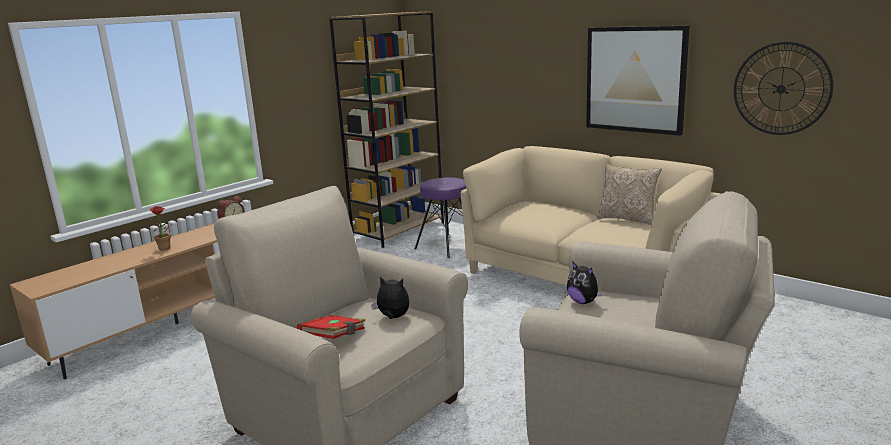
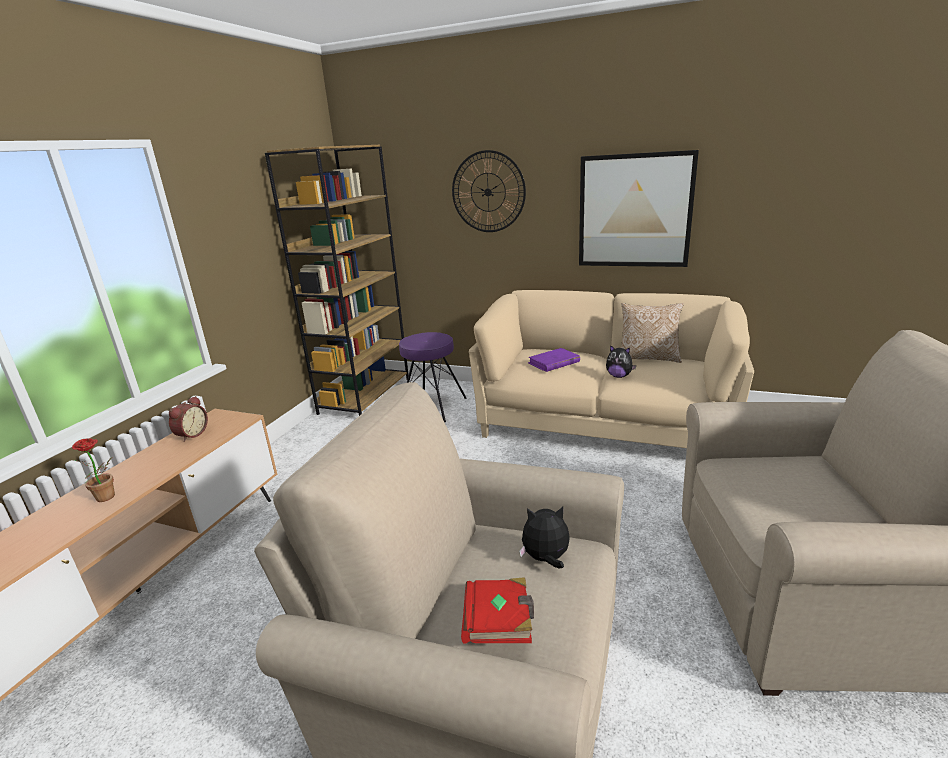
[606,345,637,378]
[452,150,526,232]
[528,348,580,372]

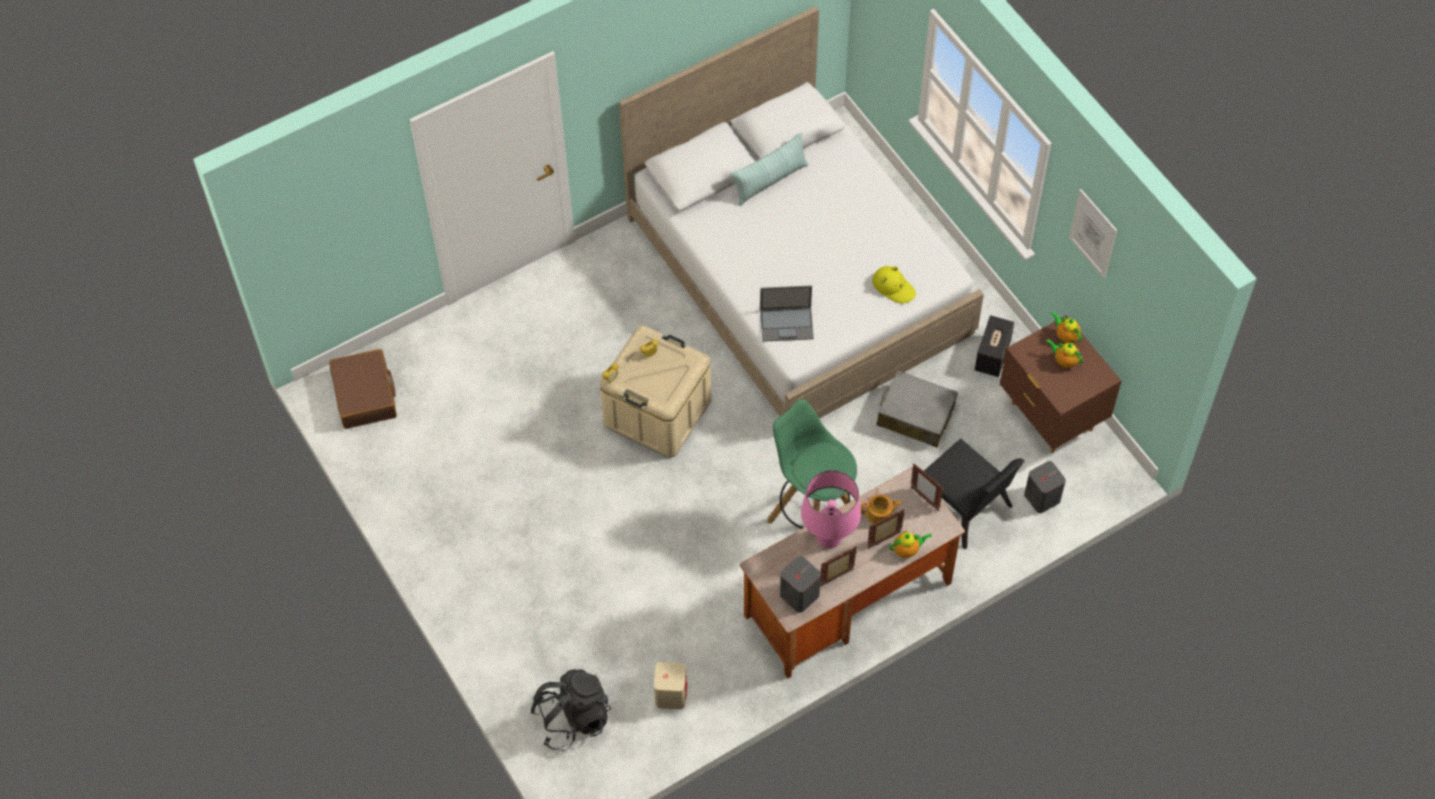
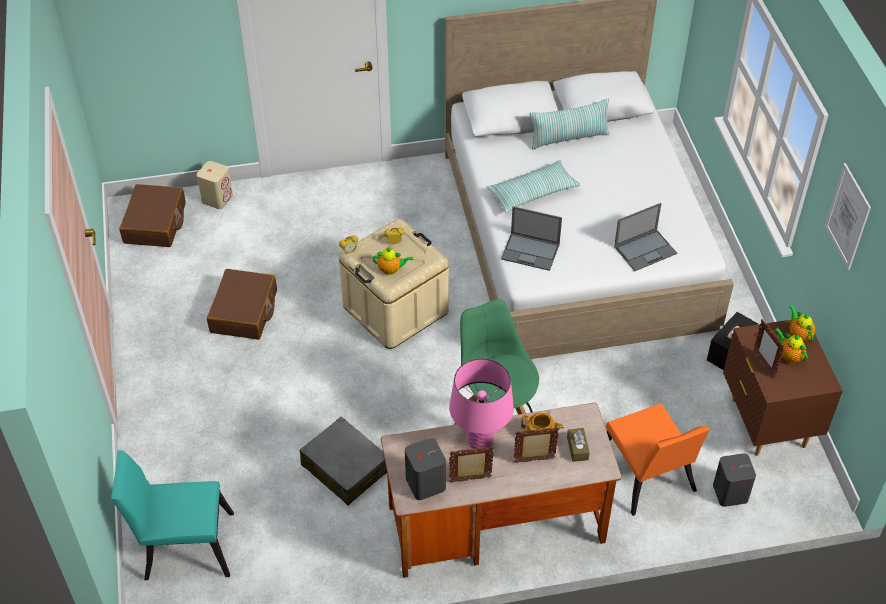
[111,450,234,580]
[197,161,233,209]
[614,203,677,271]
[300,416,387,506]
[373,247,413,275]
[754,319,785,378]
[606,403,710,516]
[207,269,277,340]
[487,160,580,213]
[567,428,590,462]

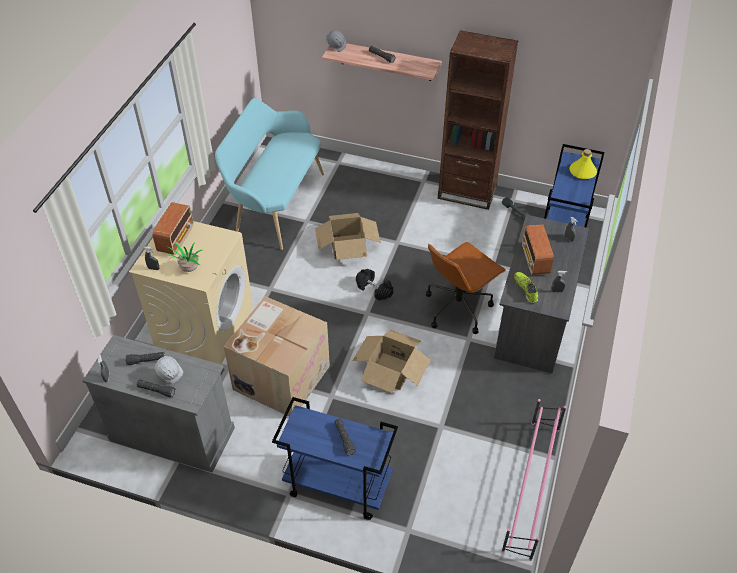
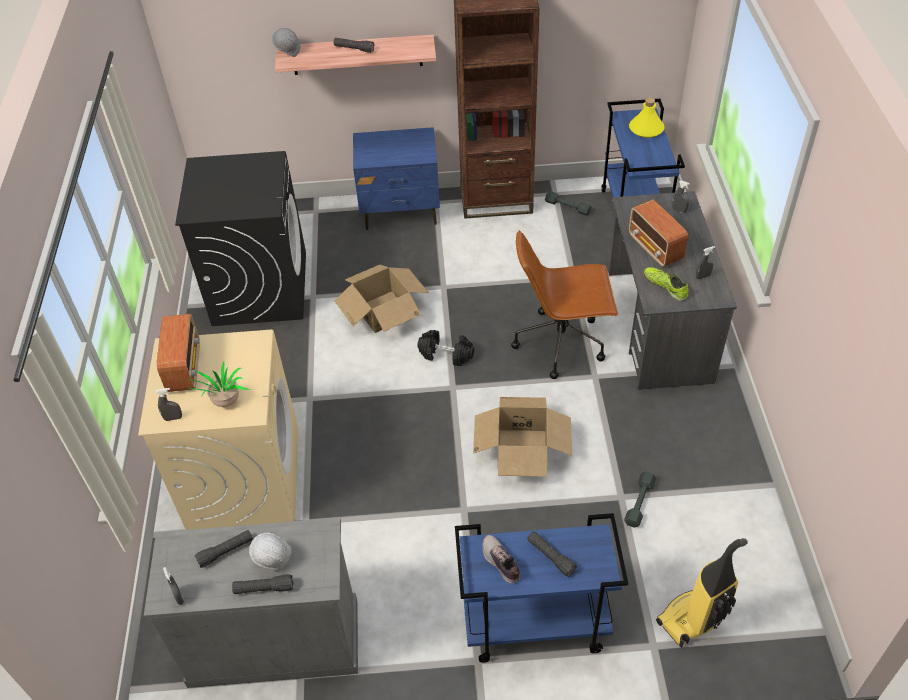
[175,151,306,326]
[224,296,330,417] (first image)
[511,230,618,379]
[501,399,566,561] (first image)
[353,127,440,230]
[482,535,521,583]
[624,471,656,527]
[656,538,748,648]

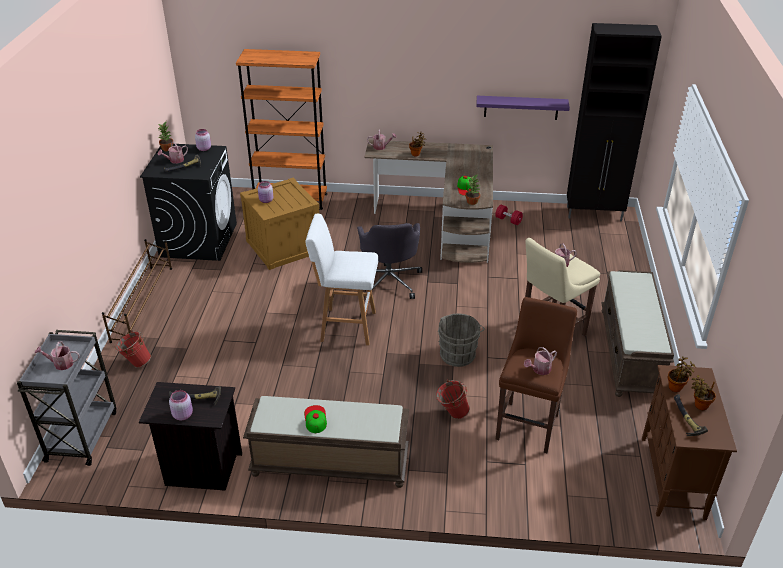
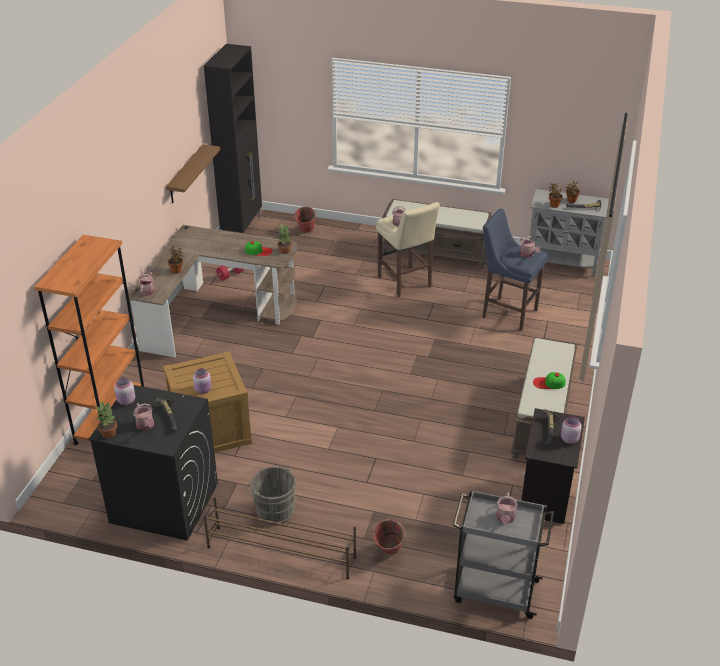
[305,214,378,346] (first image)
[357,223,422,299] (first image)
[294,206,316,233]
[245,466,297,525]
[166,144,220,203]
[482,208,548,331]
[529,189,609,278]

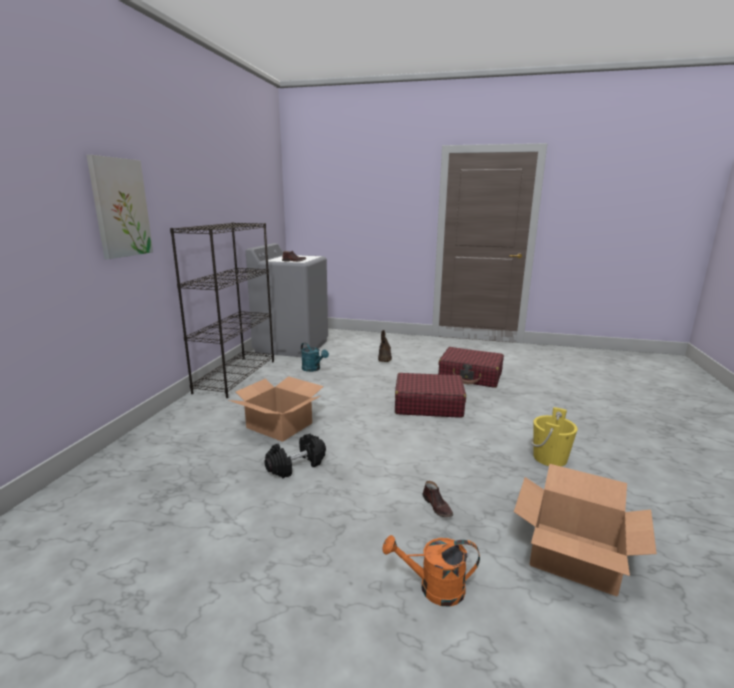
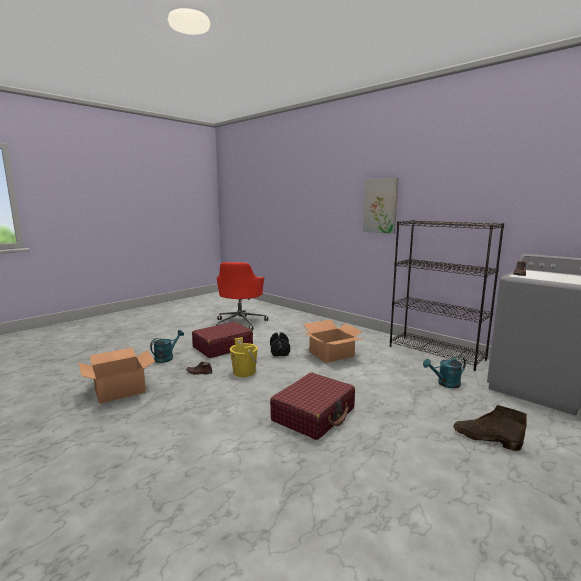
[150,330,184,363]
[192,322,253,358]
[230,337,258,377]
[216,262,268,331]

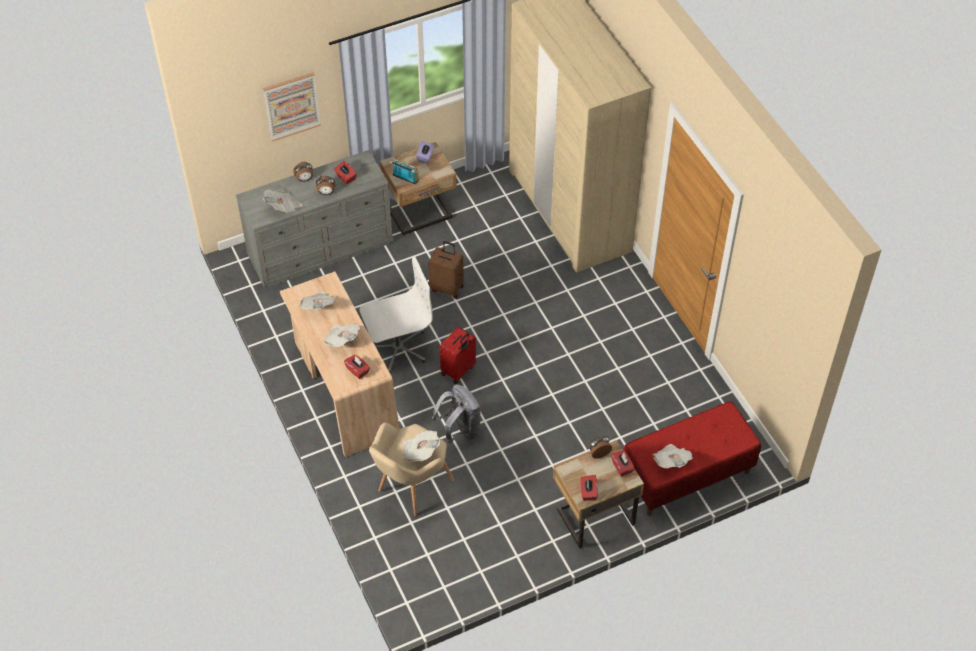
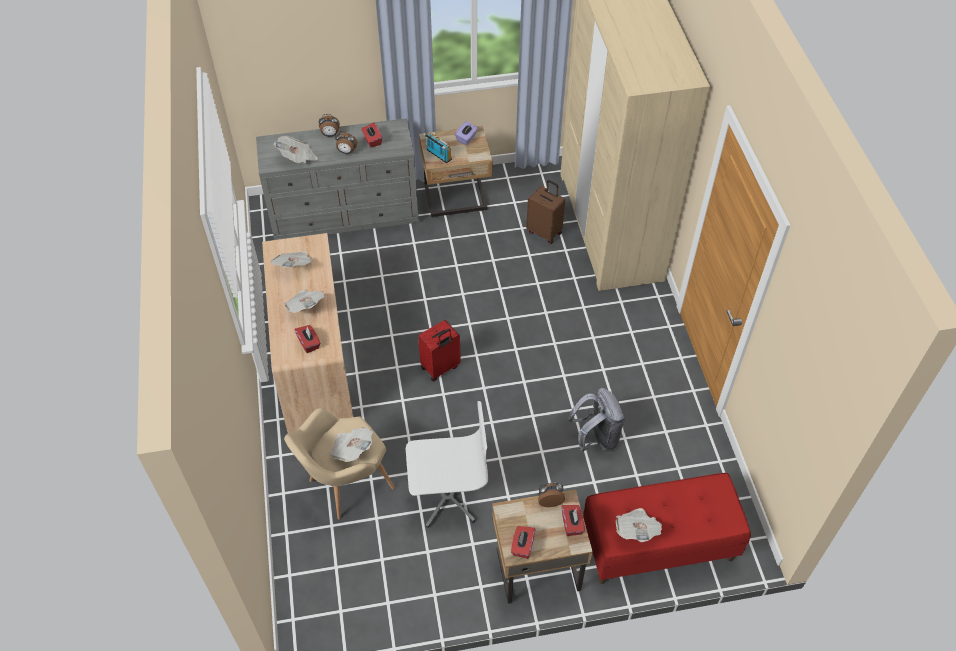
[263,72,321,141] (first image)
[406,401,488,528]
[526,180,565,244]
[568,388,625,452]

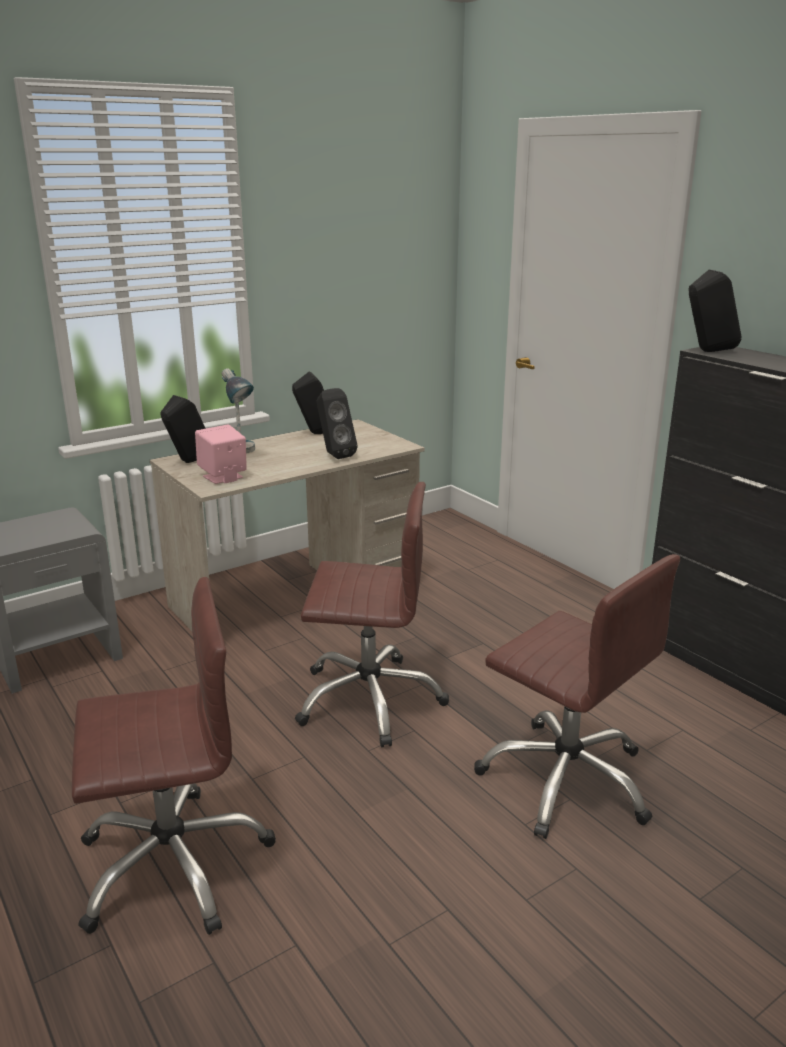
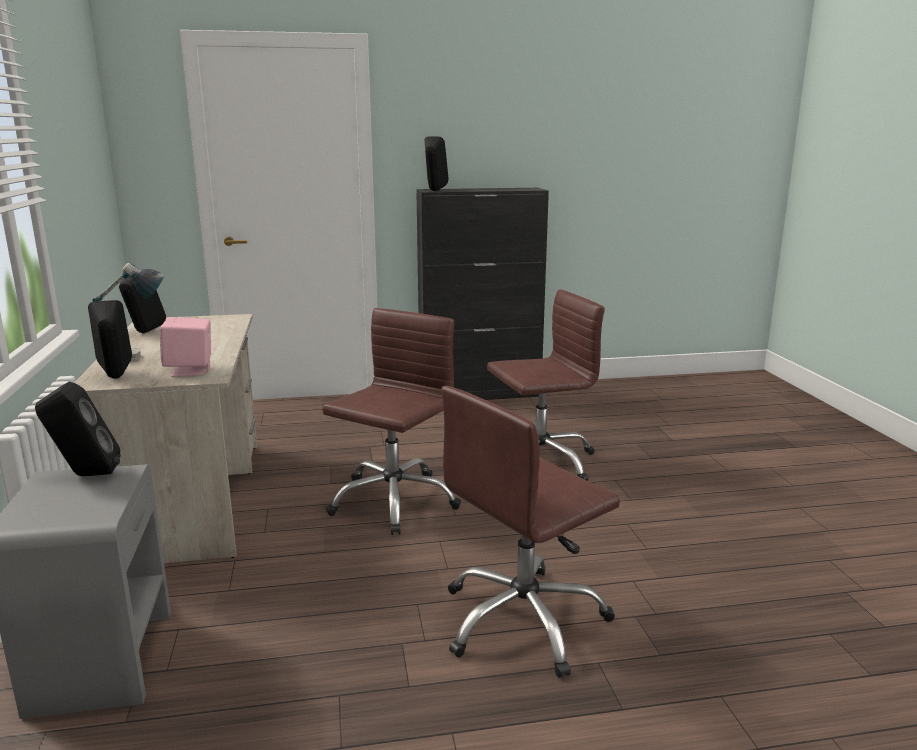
[441,386,620,678]
[35,382,121,476]

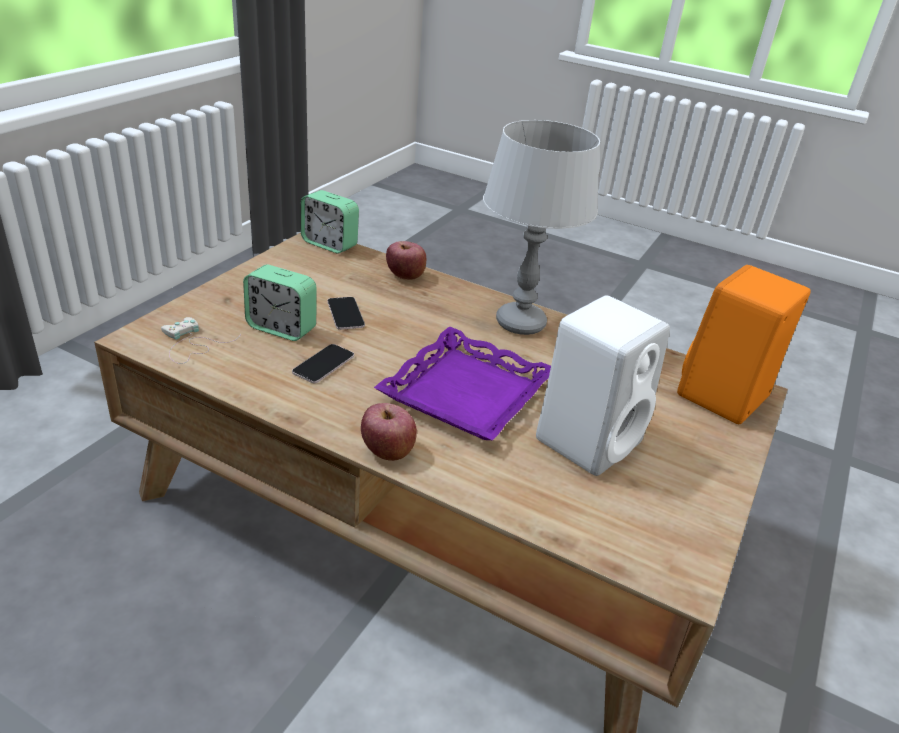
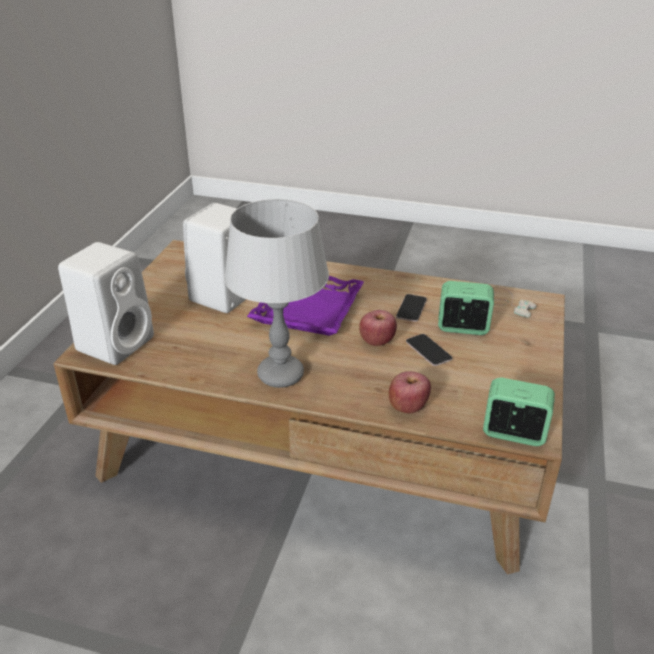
[359,310,397,346]
[58,242,154,365]

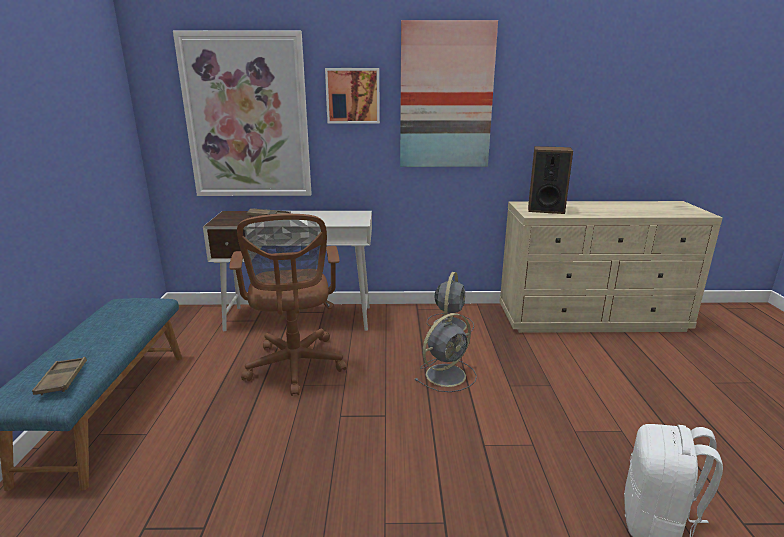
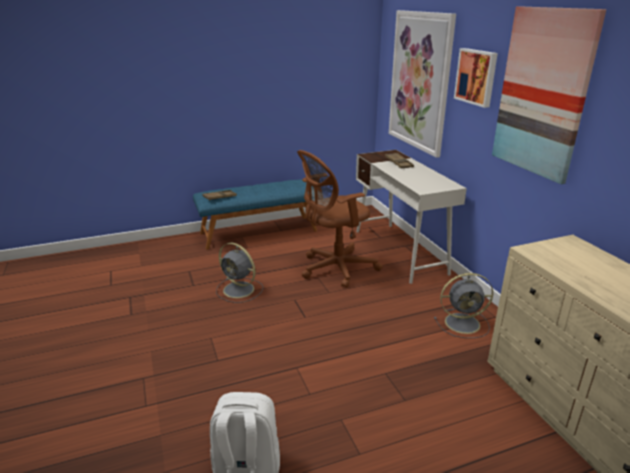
[216,243,263,303]
[528,146,573,214] (first image)

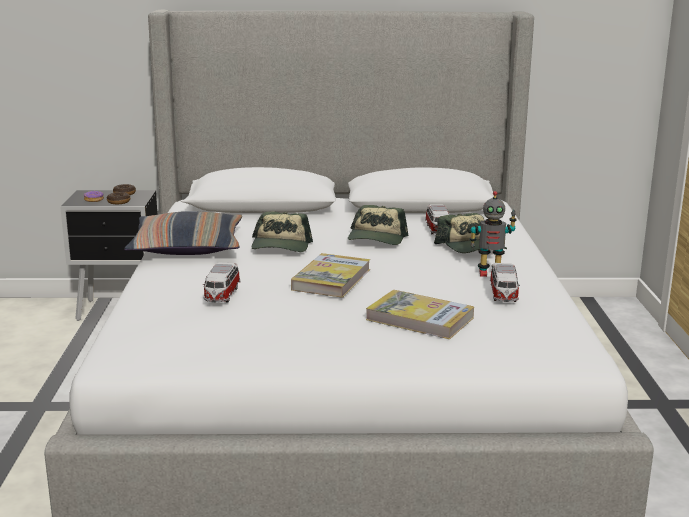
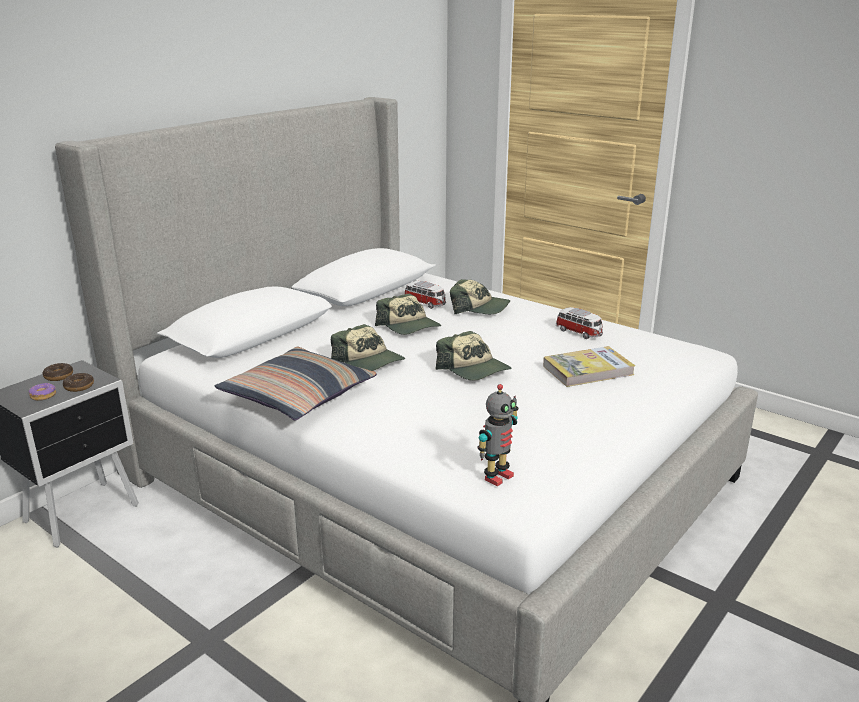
[203,263,241,303] (first image)
[436,331,511,381]
[477,384,519,486]

